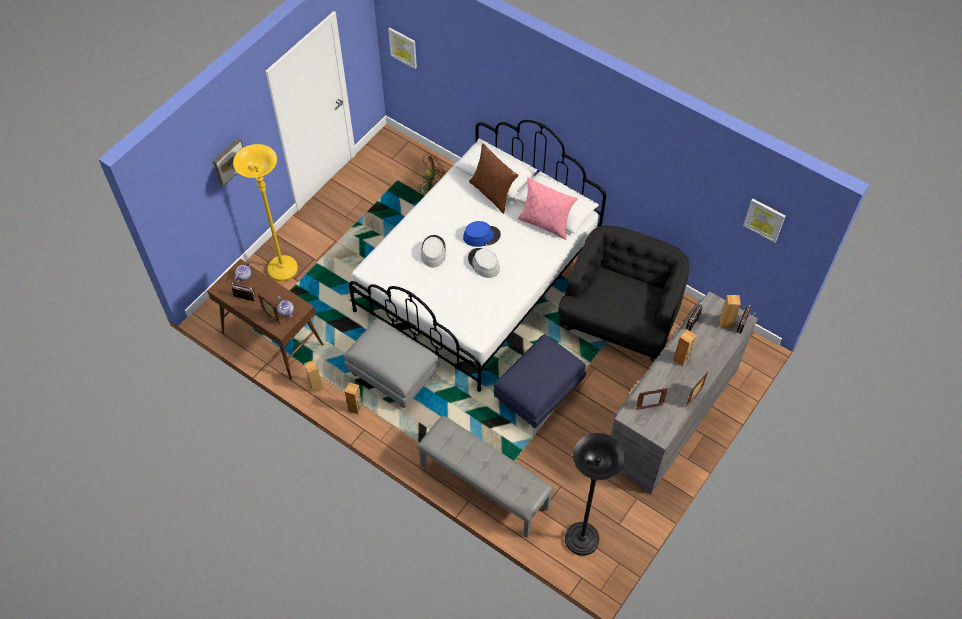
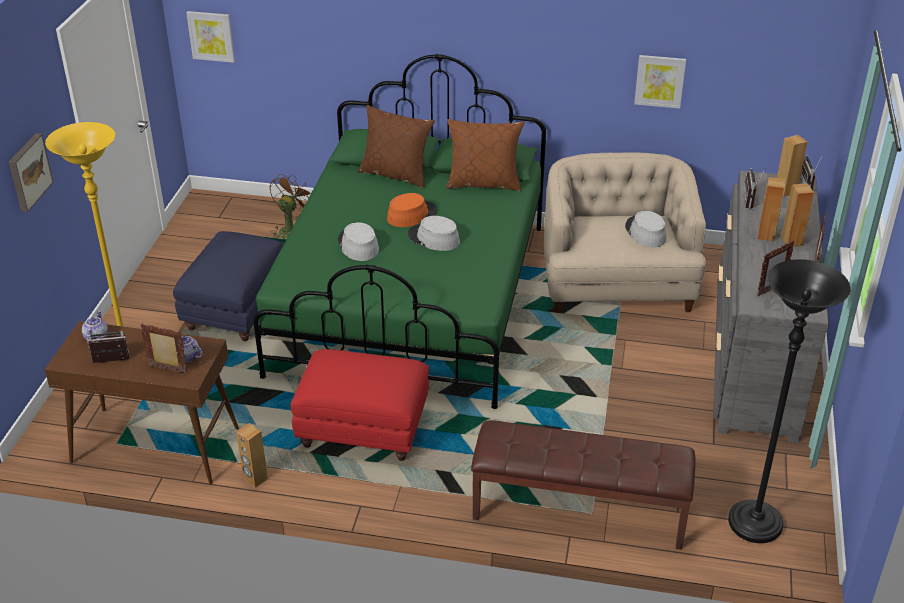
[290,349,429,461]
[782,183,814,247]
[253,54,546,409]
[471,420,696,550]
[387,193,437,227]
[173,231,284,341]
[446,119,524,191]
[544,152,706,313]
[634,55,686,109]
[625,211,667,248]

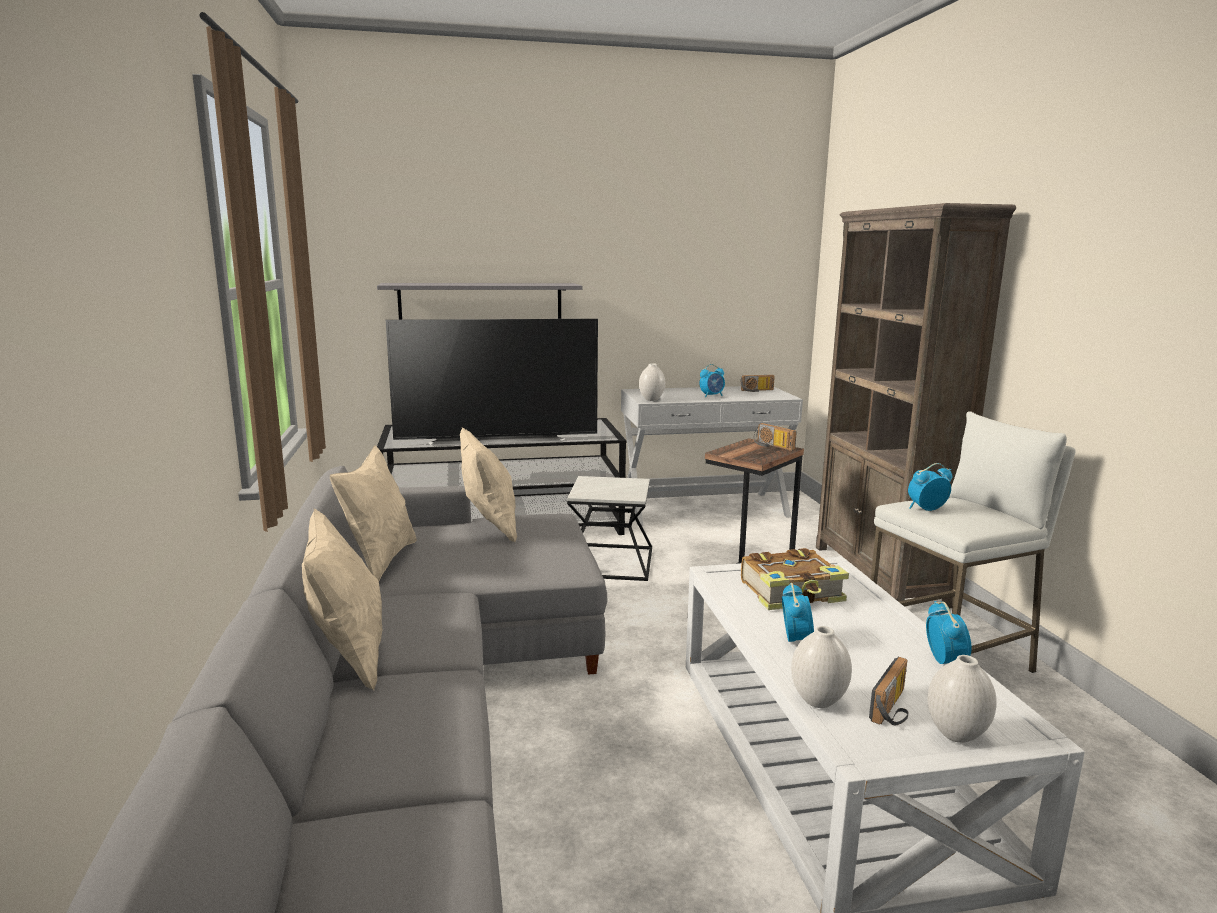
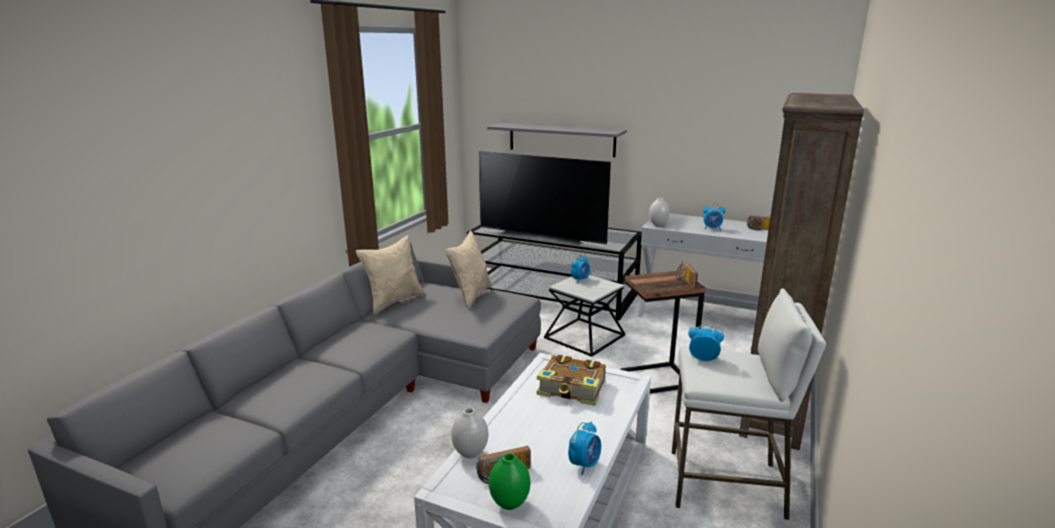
[302,508,382,690] (first image)
[571,255,590,283]
[489,453,530,510]

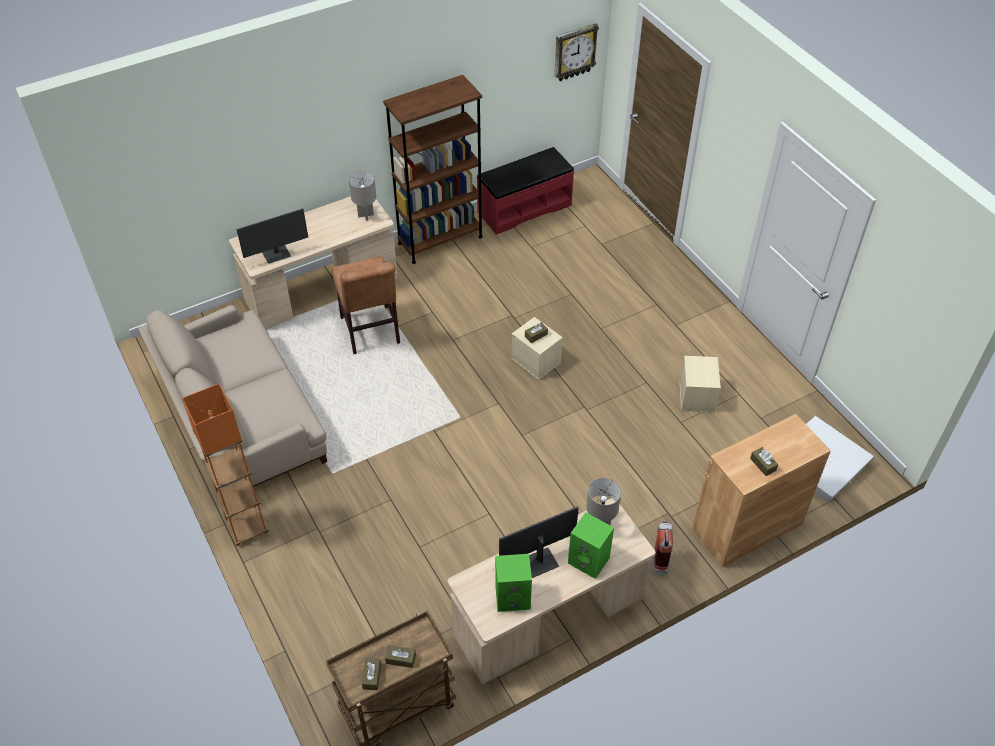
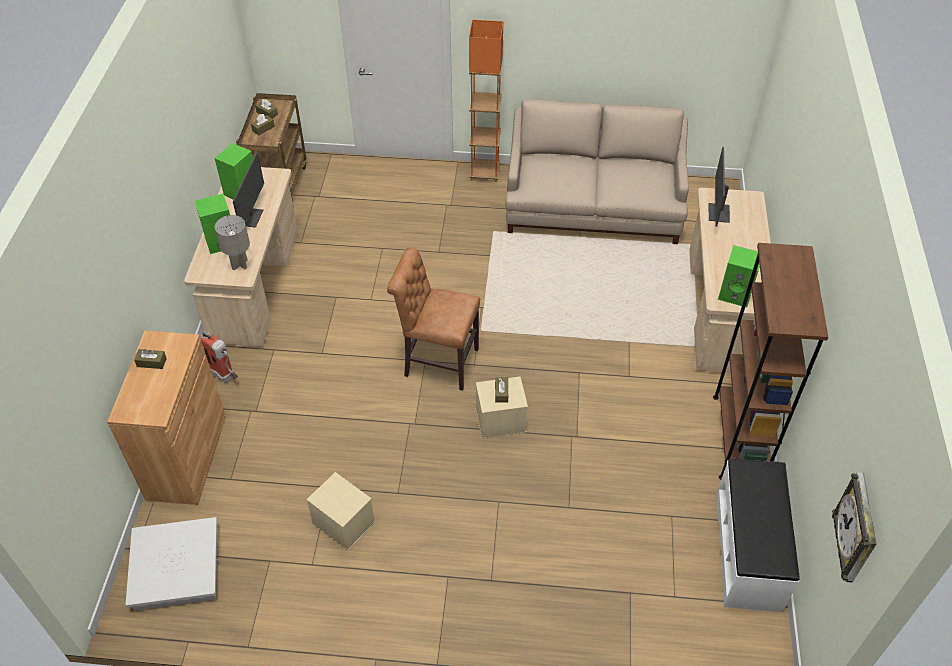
[387,247,480,391]
[718,245,760,307]
[716,458,800,612]

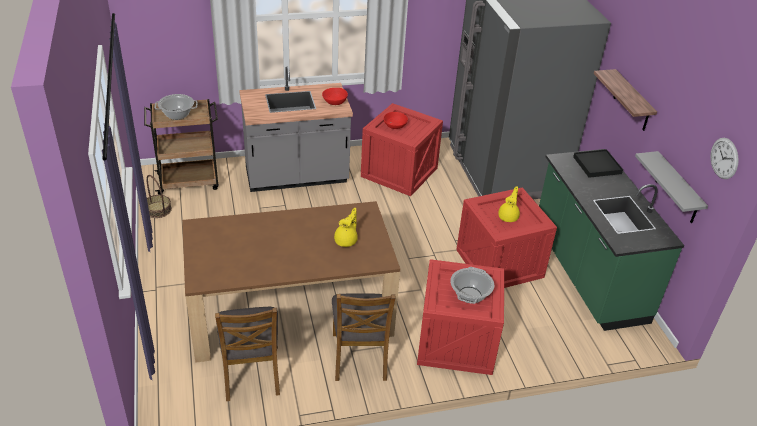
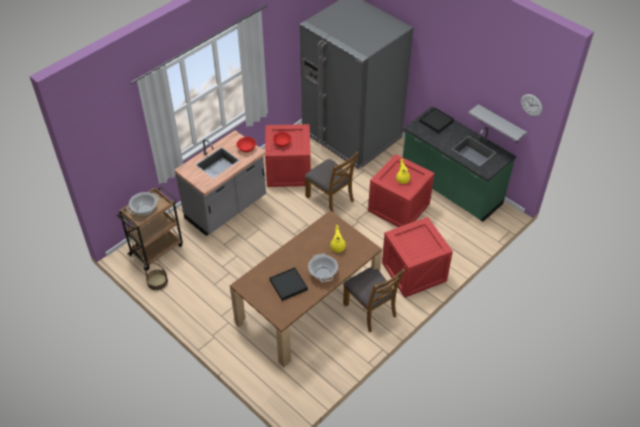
[305,151,359,213]
[308,254,338,282]
[594,69,657,131] (first image)
[270,267,308,301]

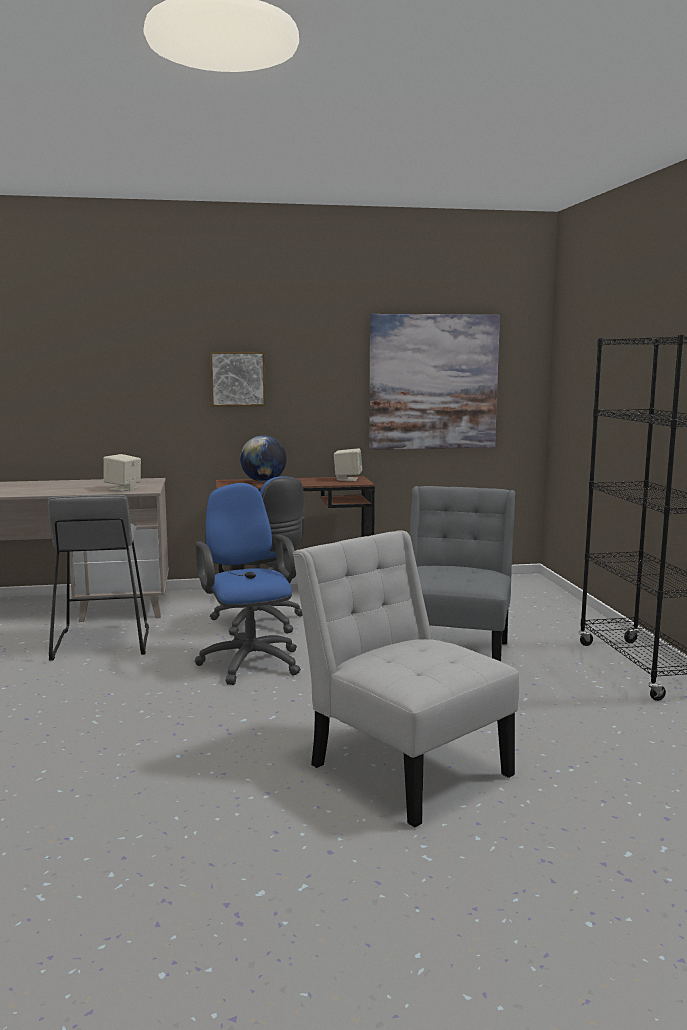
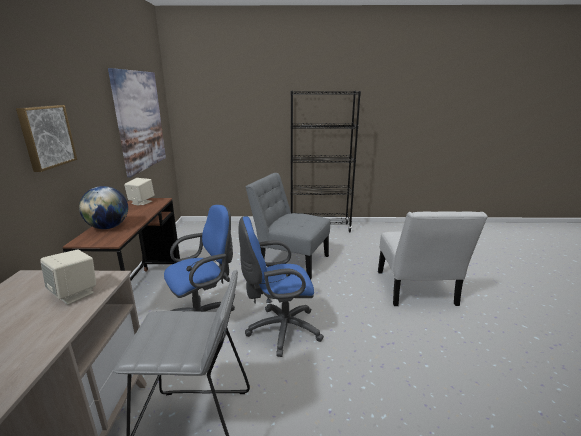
[378,211,488,306]

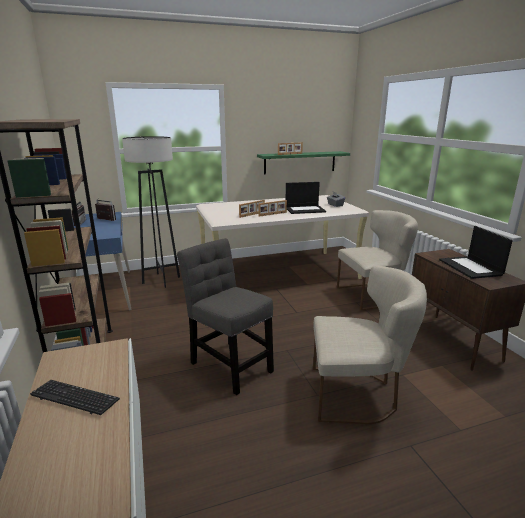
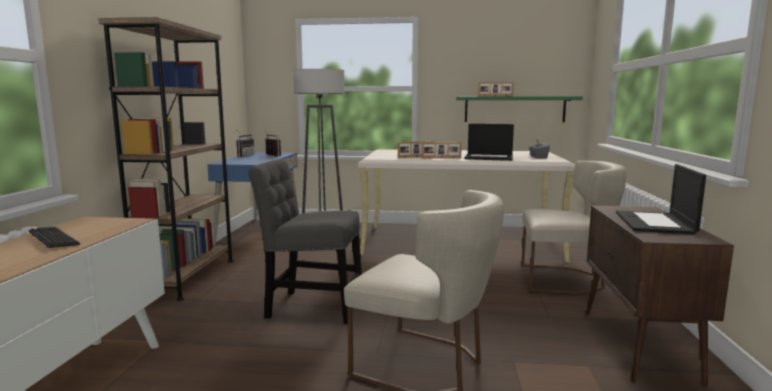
[248,159,362,324]

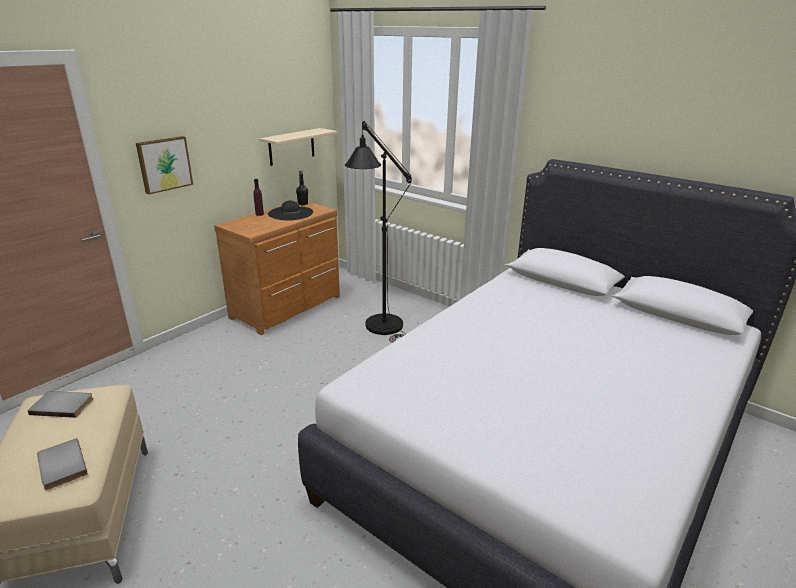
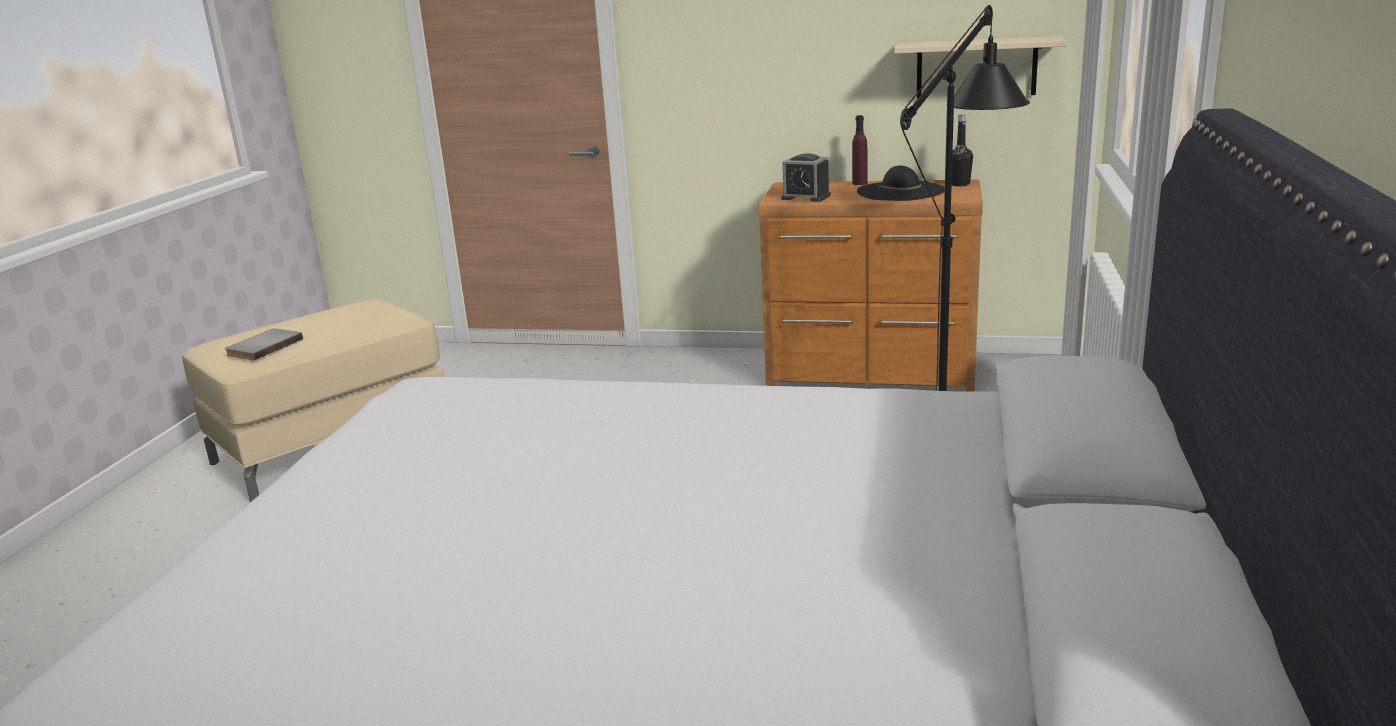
[28,391,94,418] (first image)
[136,136,193,194] (first image)
[781,153,831,202]

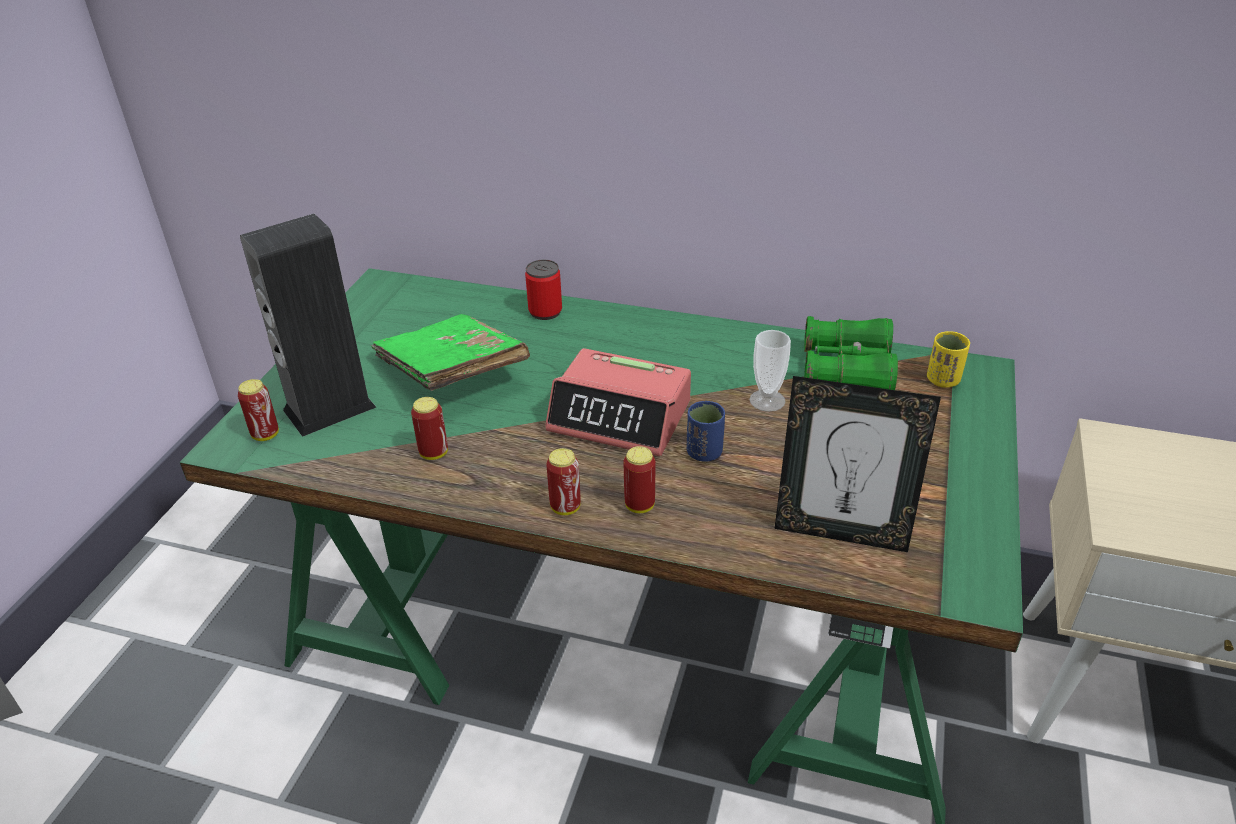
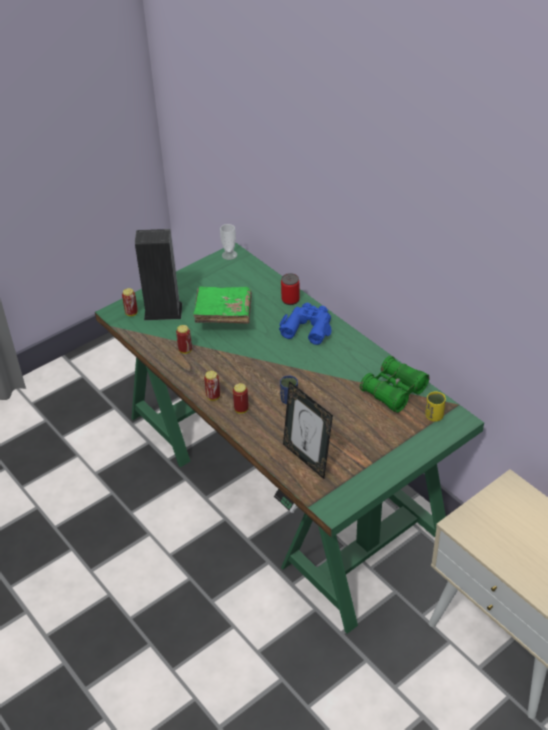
[545,348,691,456] (first image)
[220,224,237,260]
[279,303,332,345]

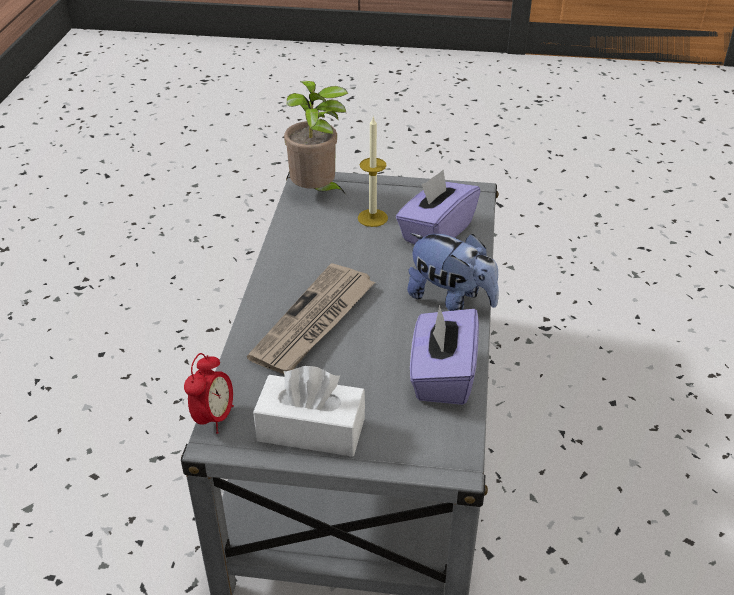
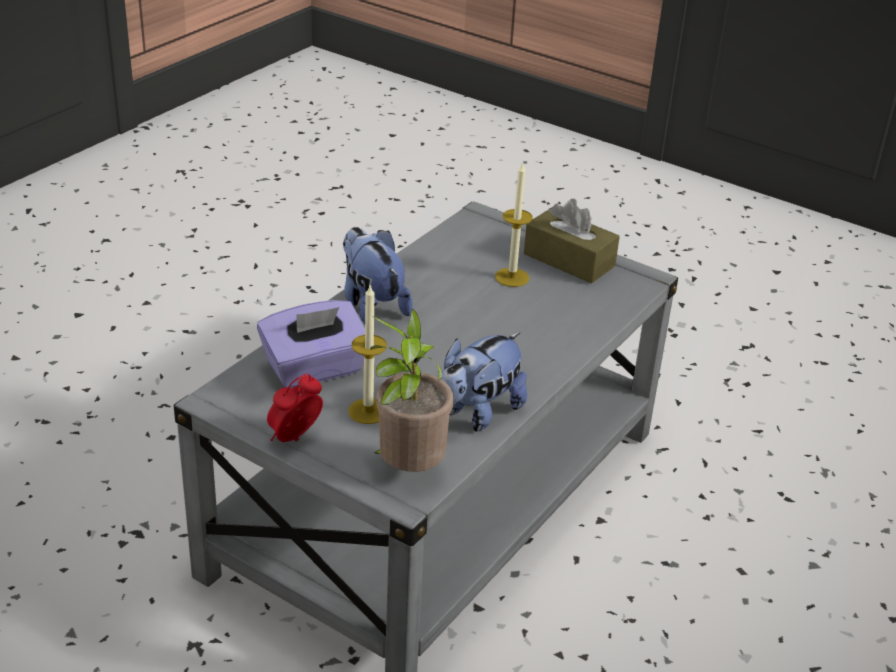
[267,374,323,442]
[247,263,375,374] (first image)
[524,199,620,283]
[410,305,479,405] (first image)
[441,332,527,432]
[495,162,533,287]

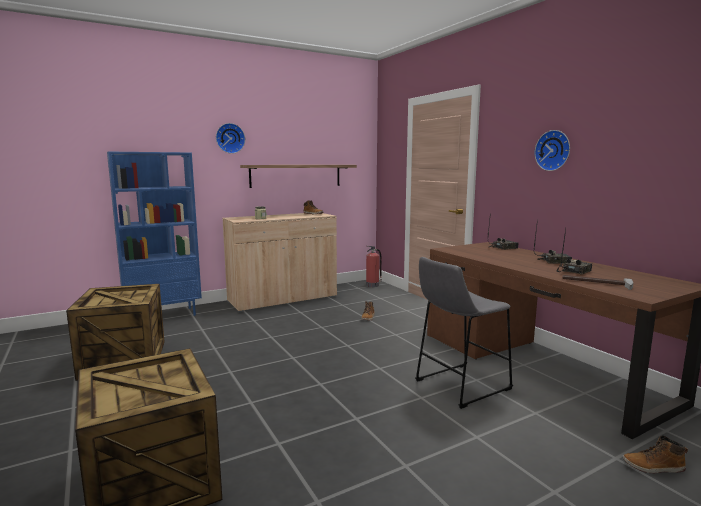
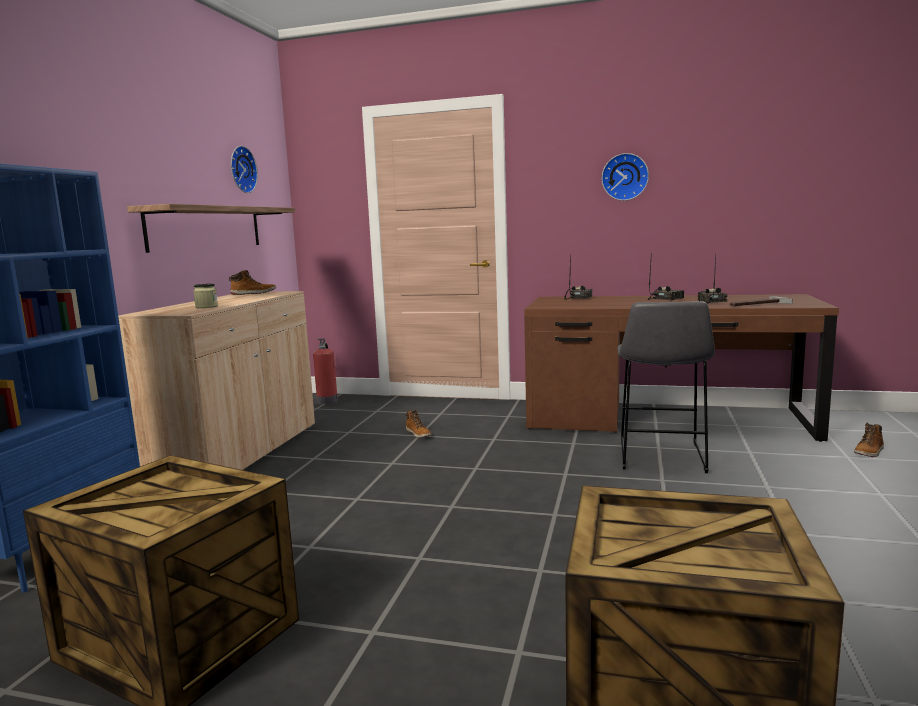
[231,146,258,193]

